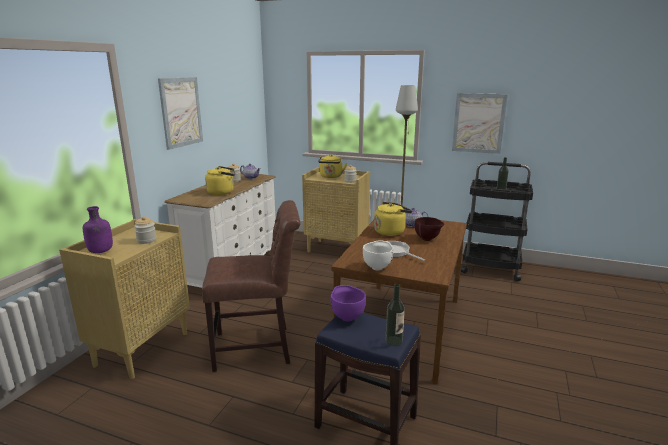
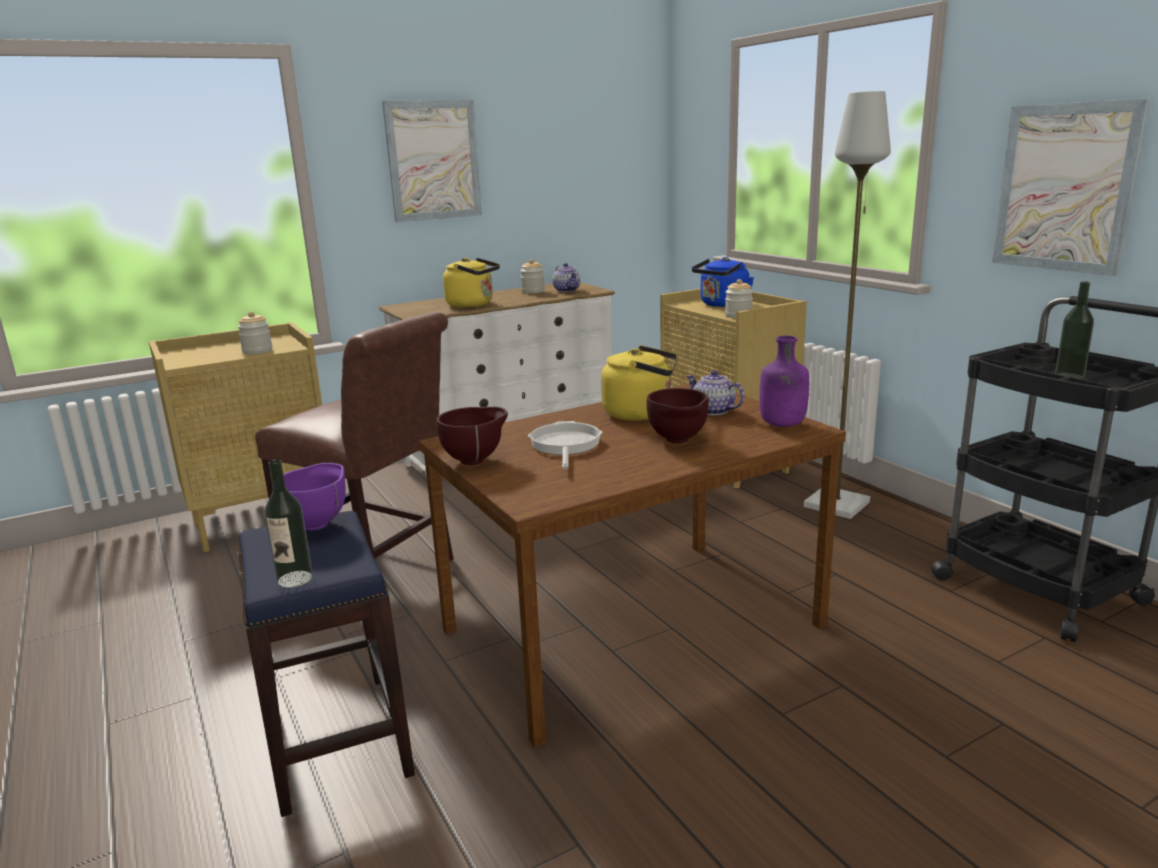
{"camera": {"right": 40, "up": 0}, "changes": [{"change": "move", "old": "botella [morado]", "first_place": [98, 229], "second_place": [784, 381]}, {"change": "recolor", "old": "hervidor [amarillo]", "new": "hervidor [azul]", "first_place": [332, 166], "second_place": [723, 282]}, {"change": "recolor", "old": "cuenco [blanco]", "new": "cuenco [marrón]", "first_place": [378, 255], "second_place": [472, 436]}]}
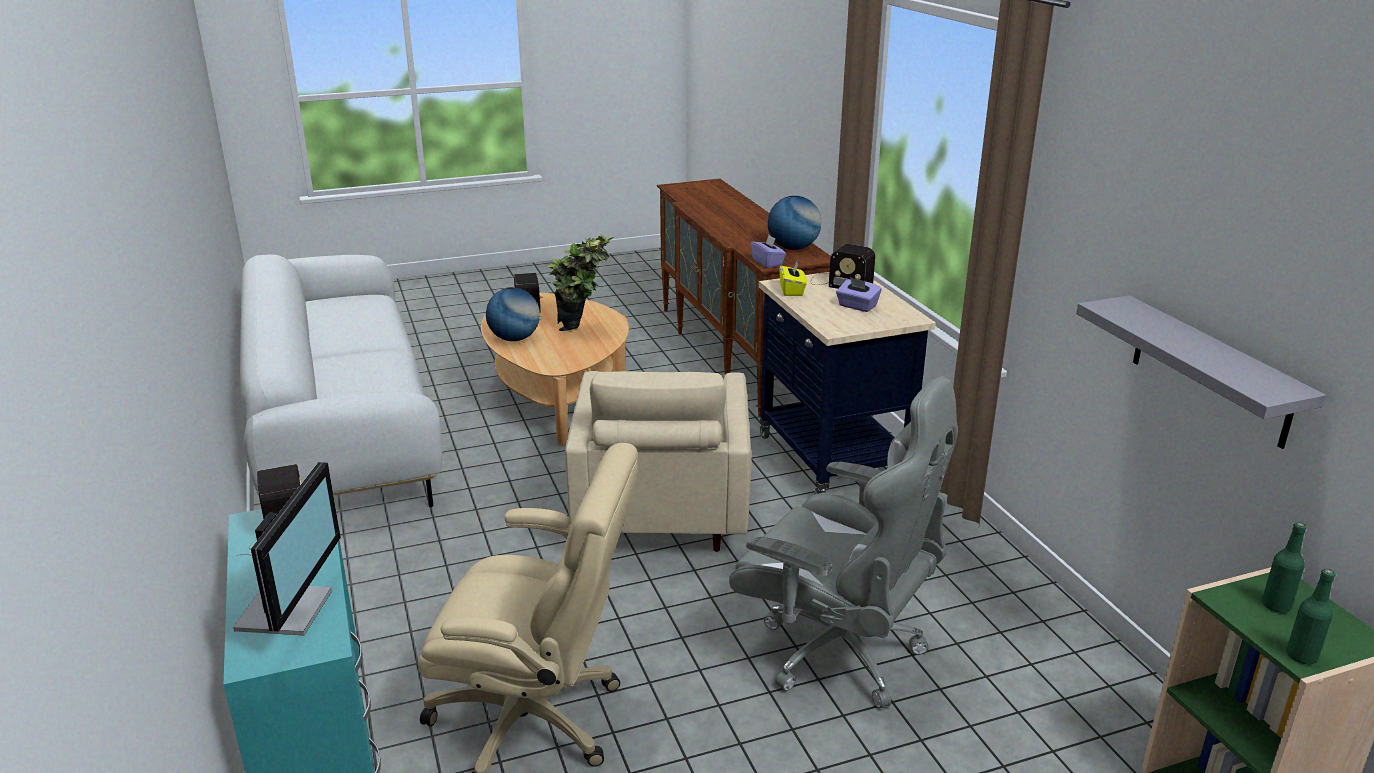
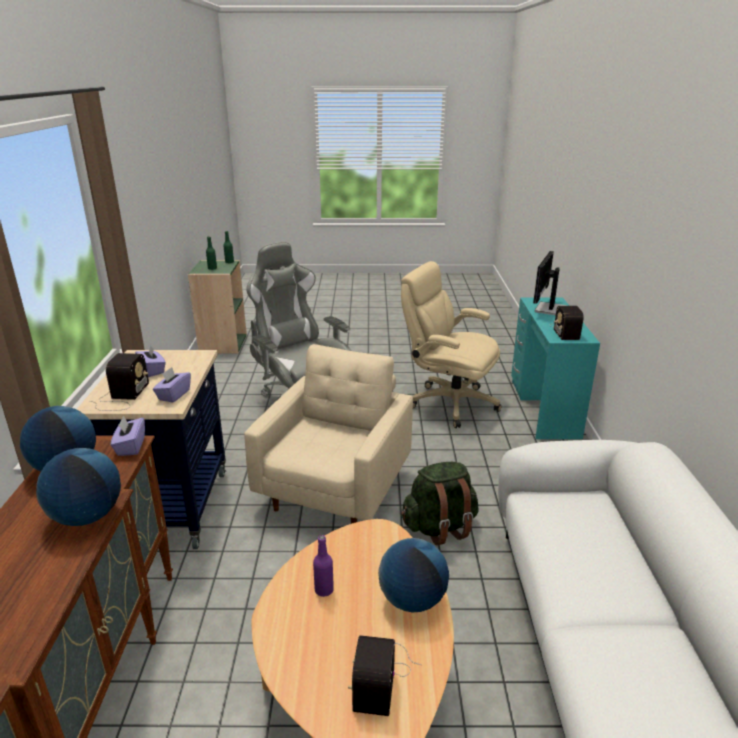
{"camera": {"right": -160, "up": 0}, "changes": [{"change": "delete", "old": "estante [gris]", "first_place": [1201, 372]}, {"change": "insert", "new": "globo terráqueo", "second_place": [78, 487]}, {"change": "insert", "new": "mochila [verde]", "second_place": [440, 503]}, {"change": "replace", "old": "planta en maceta", "new": "botella [morado]", "first_place": [581, 282], "second_place": [323, 566]}, {"change": "recolor", "old": "caja de pañuelos [amarillo]", "new": "caja de pañuelos [morado]", "first_place": [793, 279], "second_place": [172, 385]}, {"change": "rotate", "old": "radio", "first_place": [842, 266], "second_place": [119, 382], "degrees": 45}]}
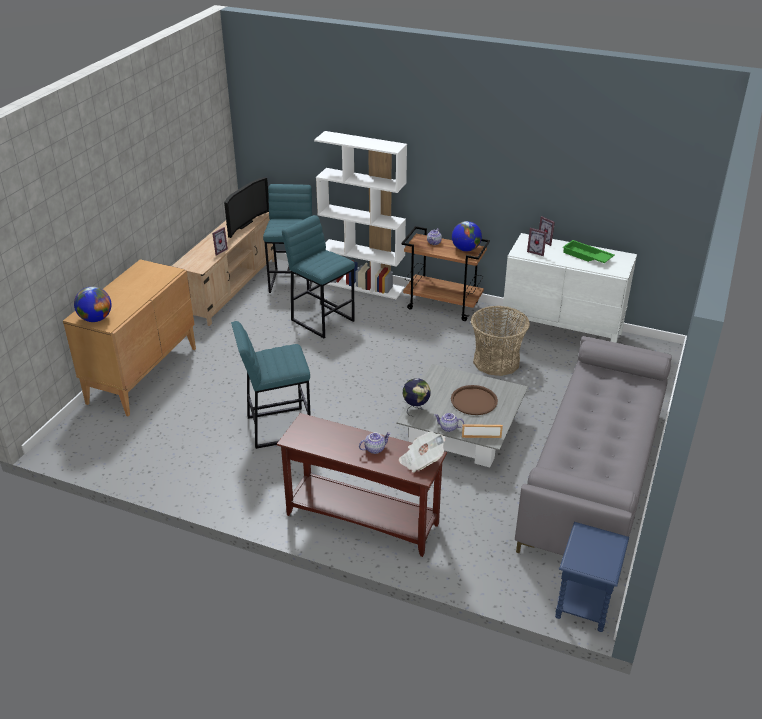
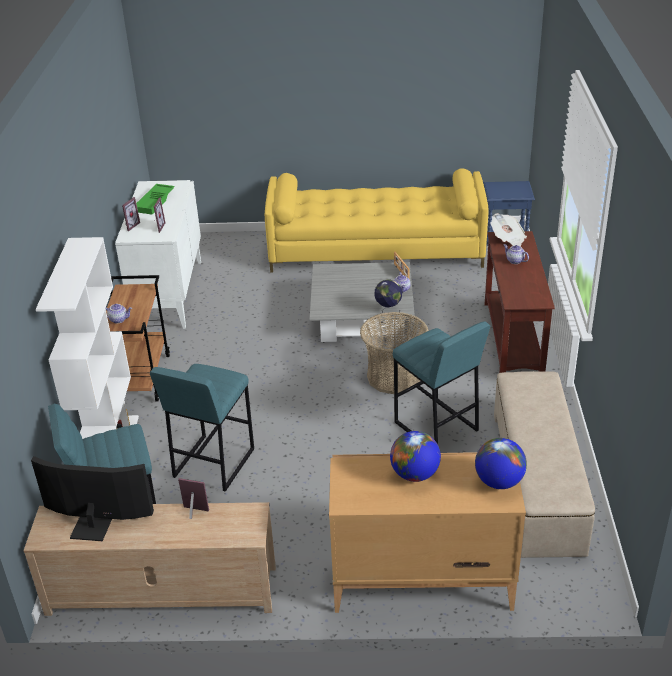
{"camera": {"right": -110, "up": 0}, "changes": [{"change": "delete", "old": "bandeja [marrón]", "first_place": [474, 400]}, {"change": "insert", "new": "banco [beis]", "second_place": [544, 464]}, {"change": "move", "old": "globo terráqueo", "first_place": [467, 236], "second_place": [415, 456]}, {"change": "move", "old": "cesta", "first_place": [500, 341], "second_place": [394, 353]}, {"change": "recolor", "old": "sofá [gris]", "new": "sofá [amarillo]", "first_place": [593, 445], "second_place": [376, 220]}]}
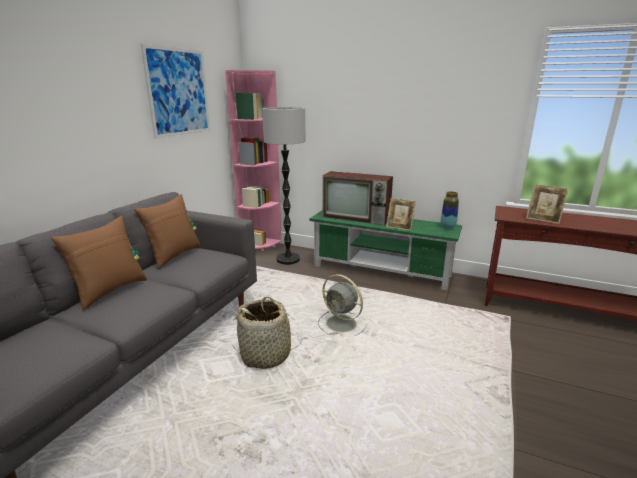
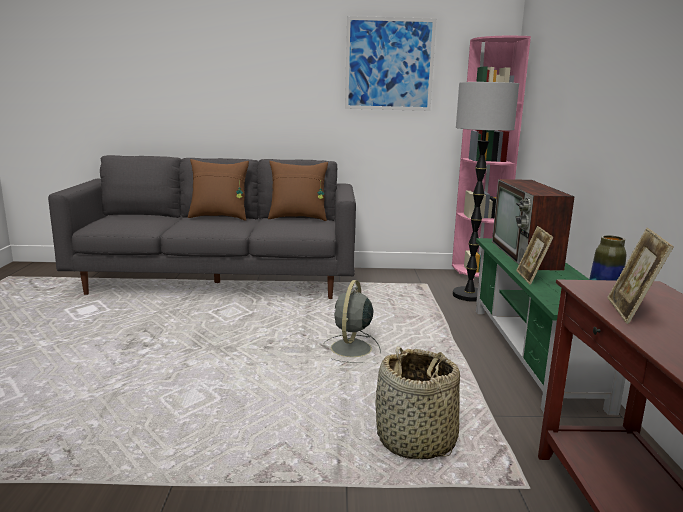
{"camera": {"right": 65, "up": -5}, "changes": [{"change": "move", "old": "cesta", "first_place": [267, 333], "second_place": [417, 403]}]}
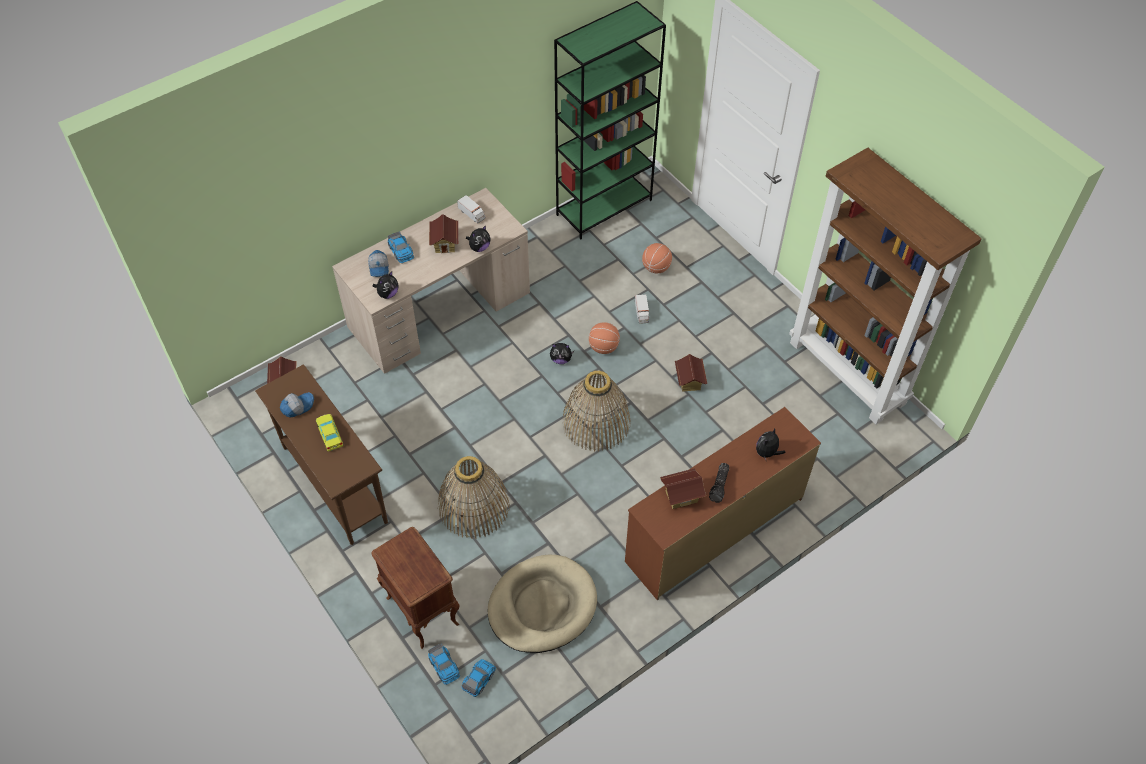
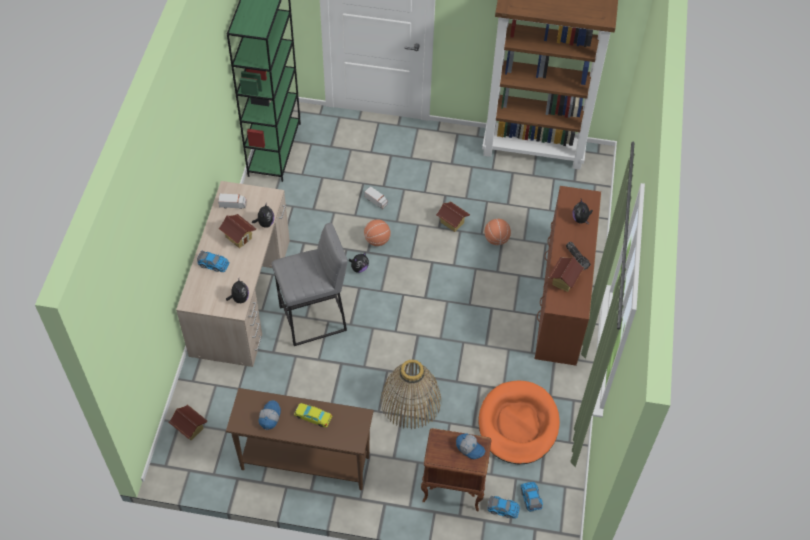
{"camera": {"right": -45, "up": 0}, "changes": [{"change": "delete", "old": "cesta", "first_place": [596, 411]}, {"change": "insert", "new": "taburete [gris]", "second_place": [310, 284]}, {"change": "move", "old": "gorra", "first_place": [378, 263], "second_place": [470, 446]}, {"change": "move", "old": "balón de baloncesto", "first_place": [657, 258], "second_place": [498, 232]}, {"change": "recolor", "old": "cama para perro [beis]", "new": "cama para perro [naranja]", "first_place": [542, 604], "second_place": [519, 422]}]}
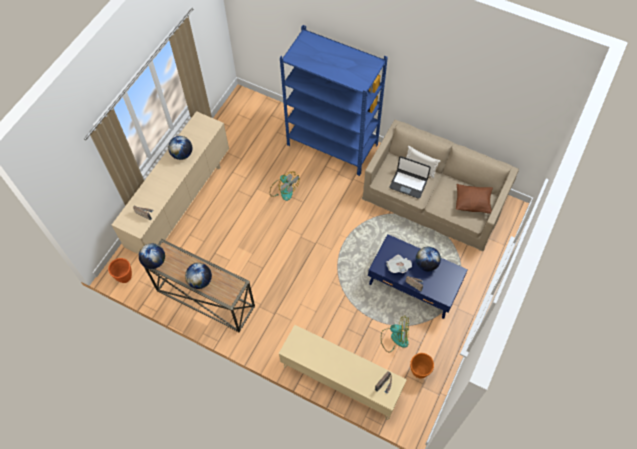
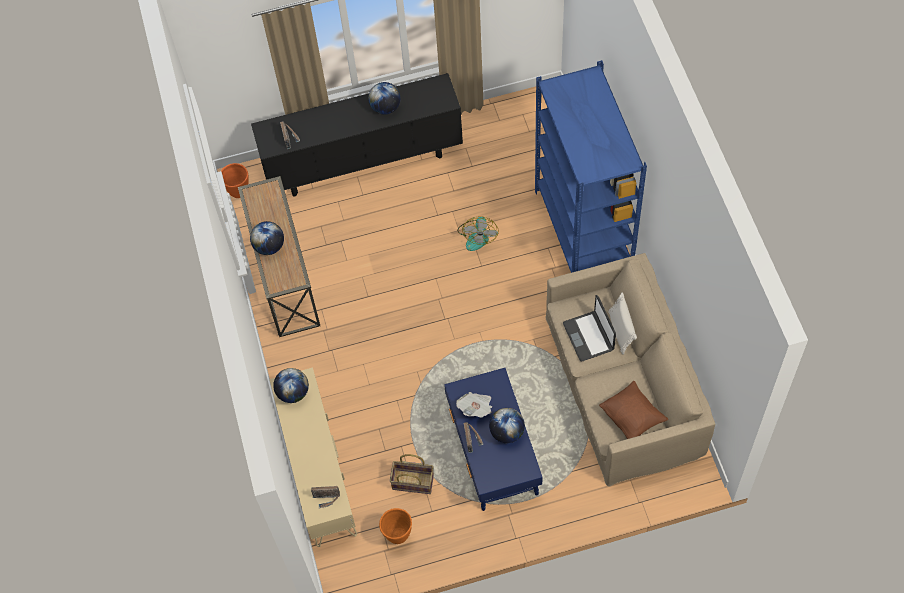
{"camera": {"right": 50, "up": 0}, "changes": [{"change": "move", "old": "globo terráqueo", "first_place": [152, 256], "second_place": [291, 385]}, {"change": "replace", "old": "ventilador", "new": "cesta", "first_place": [395, 333], "second_place": [412, 474]}, {"change": "recolor", "old": "armario [beis]", "new": "armario [negro]", "first_place": [170, 182], "second_place": [357, 135]}]}
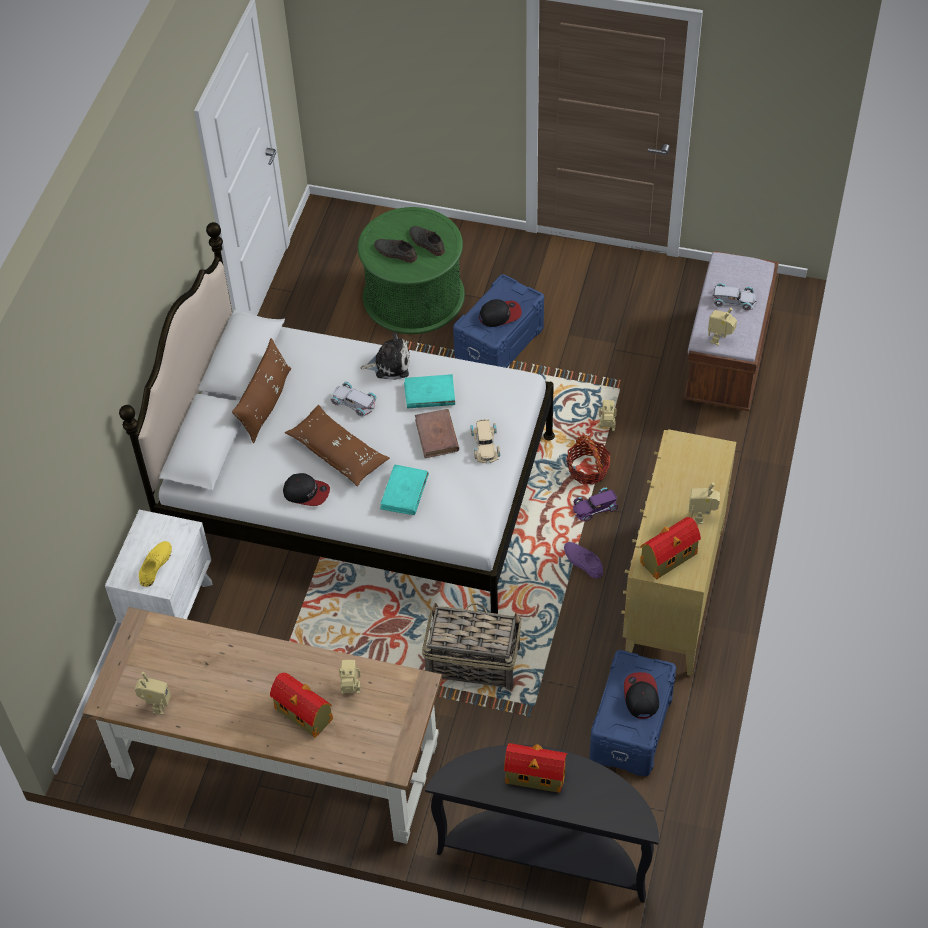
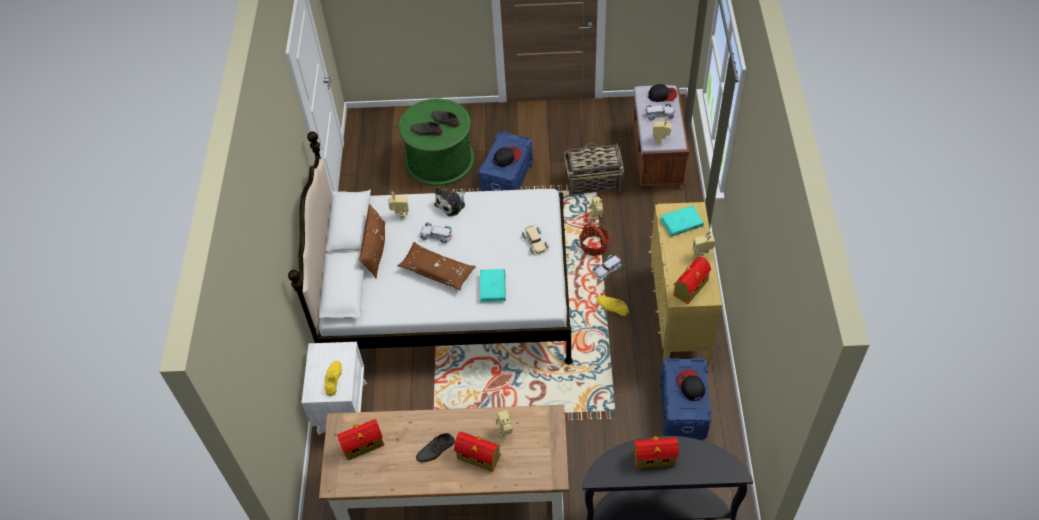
{"camera": {"right": -15, "up": 0}, "changes": [{"change": "delete", "old": "libro [marrón]", "first_place": [437, 433]}, {"change": "insert", "new": "casita", "second_place": [360, 439]}, {"change": "insert", "new": "zapato [gris]", "second_place": [435, 447]}, {"change": "move", "old": "robot de juguete", "first_place": [153, 693], "second_place": [398, 205]}, {"change": "move", "old": "gorra", "first_place": [306, 489], "second_place": [662, 93]}, {"change": "move", "old": "libro [turquesa]", "first_place": [429, 391], "second_place": [682, 221]}, {"change": "move", "old": "cesta", "first_place": [472, 646], "second_place": [594, 169]}, {"change": "recolor", "old": "zapato [morado]", "new": "zapato [amarillo]", "first_place": [583, 560], "second_place": [613, 306]}, {"change": "recolor", "old": "coche de juguete [morado]", "new": "coche de juguete [blanco]", "first_place": [595, 504], "second_place": [608, 267]}, {"change": "rotate", "old": "peluche", "first_place": [385, 356], "second_place": [449, 202], "degrees": 150}]}
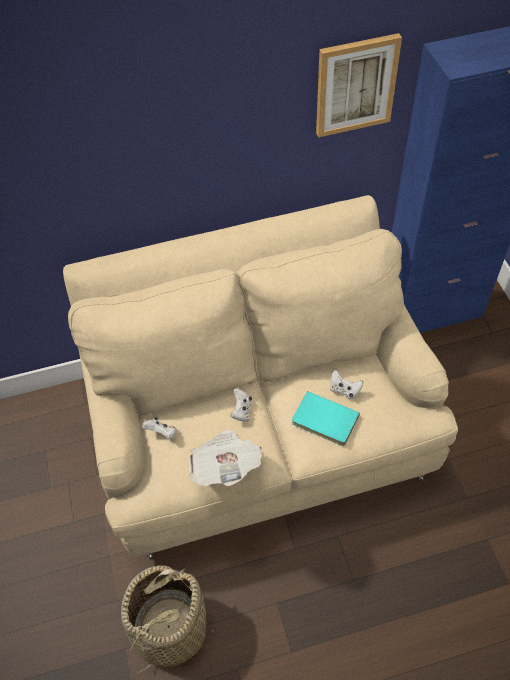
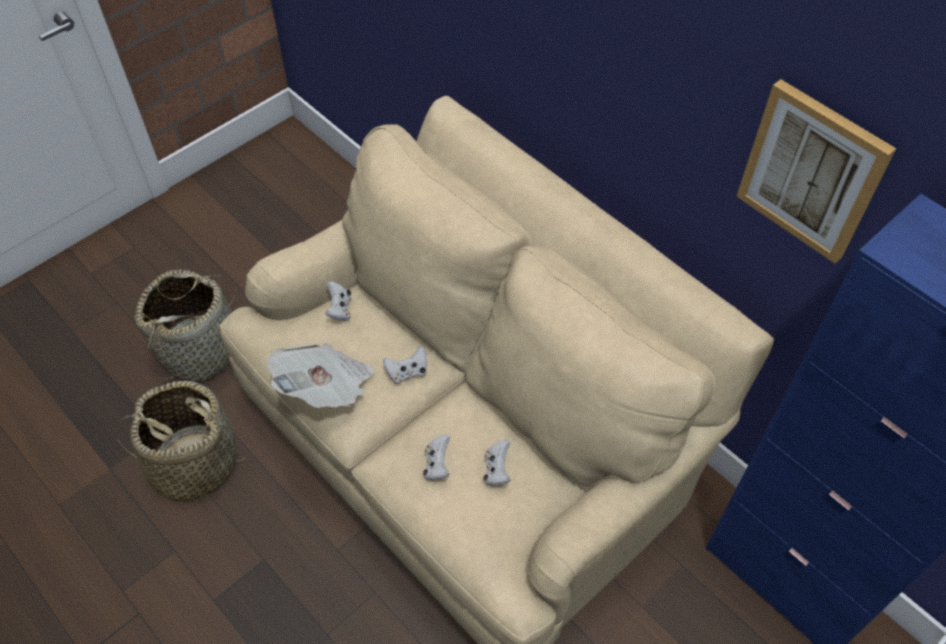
{"camera": {"right": 60, "up": 0}, "changes": [{"change": "insert", "new": "cesta", "second_place": [186, 325]}, {"change": "replace", "old": "libro [turquesa]", "new": "mando de consola [blanco]", "first_place": [326, 418], "second_place": [436, 457]}]}
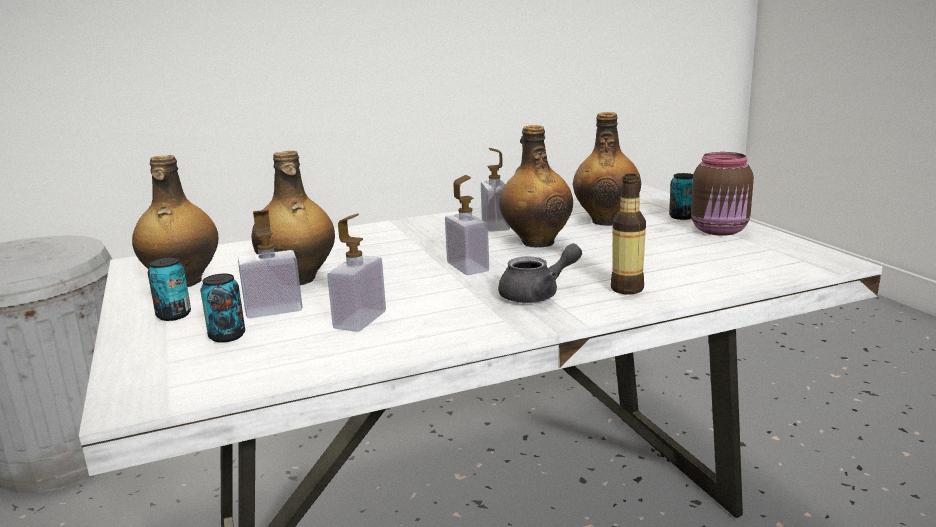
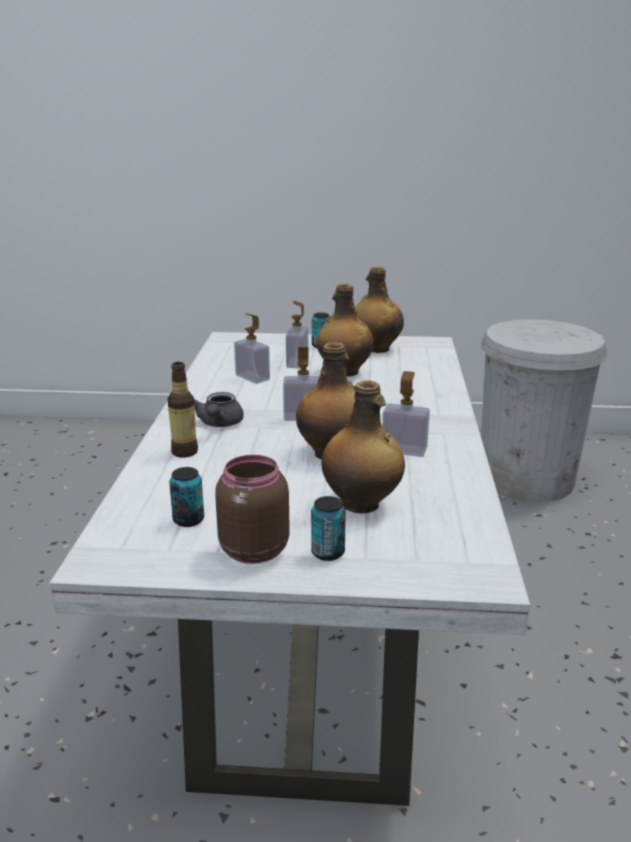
{"camera": {"right": 115, "up": 5}, "changes": [{"change": "move", "old": "lata", "first_place": [222, 308], "second_place": [186, 497]}]}
